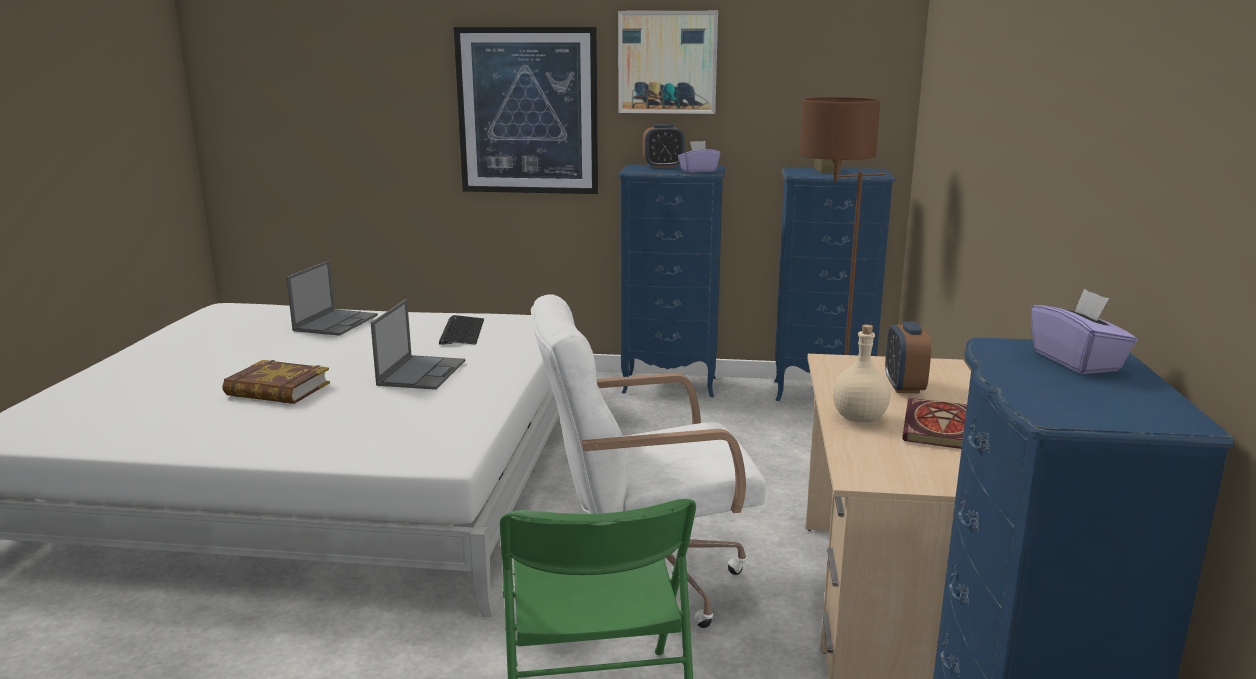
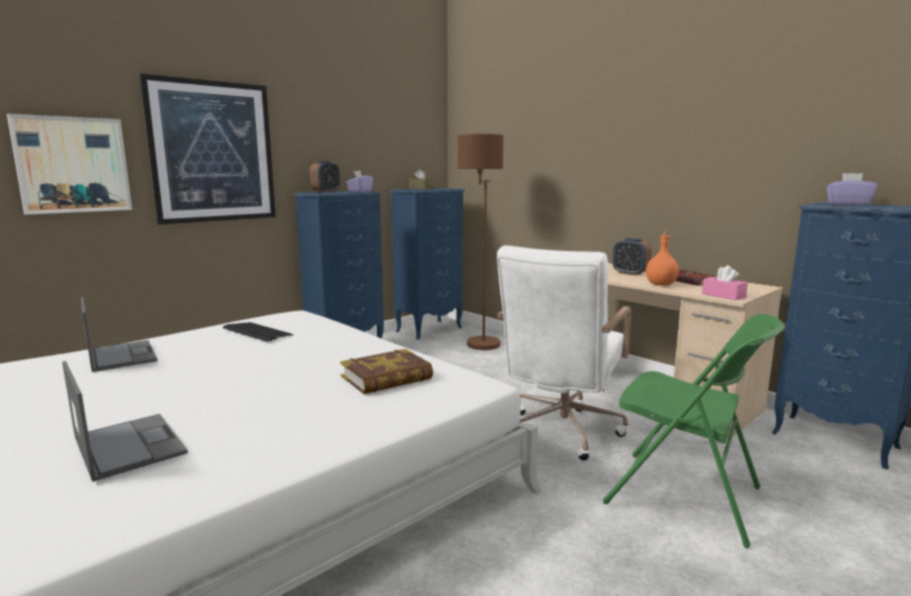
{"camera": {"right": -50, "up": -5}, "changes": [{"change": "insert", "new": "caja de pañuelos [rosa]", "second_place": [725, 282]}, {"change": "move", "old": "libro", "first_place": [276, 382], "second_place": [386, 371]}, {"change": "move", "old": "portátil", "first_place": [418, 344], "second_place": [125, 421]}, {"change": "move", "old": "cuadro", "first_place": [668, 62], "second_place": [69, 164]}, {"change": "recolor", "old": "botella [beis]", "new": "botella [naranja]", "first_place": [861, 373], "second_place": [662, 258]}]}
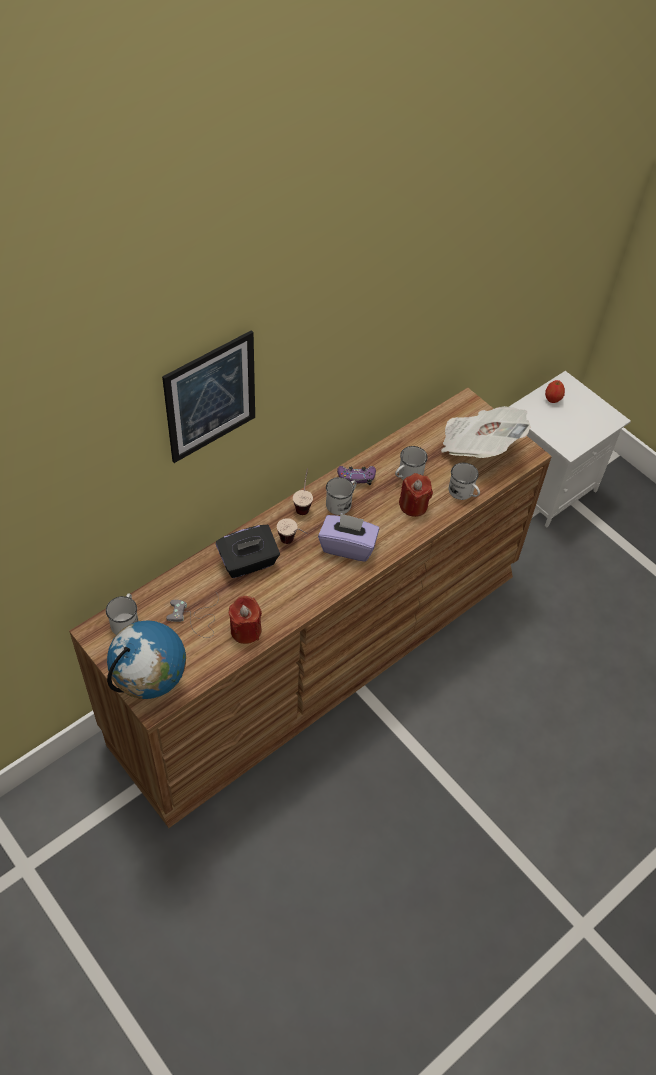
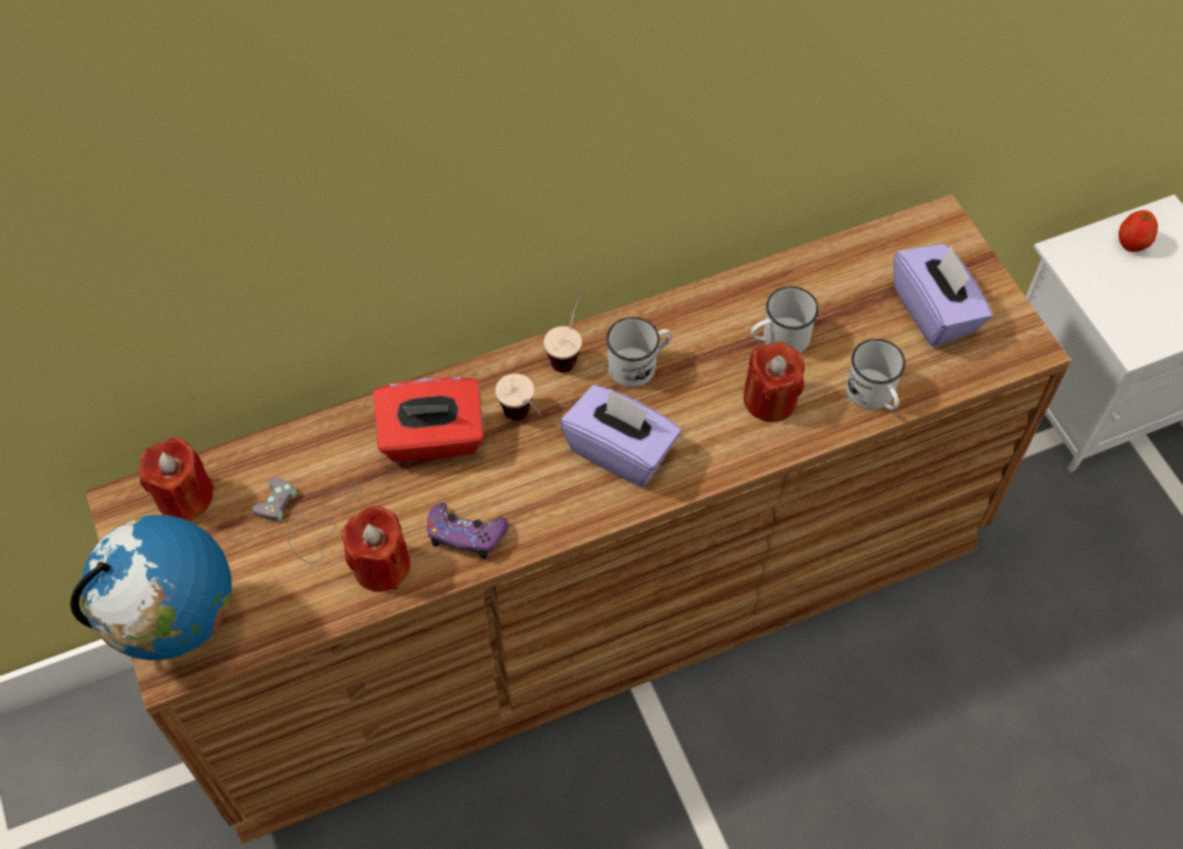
{"camera": {"right": 20, "up": 5}, "changes": [{"change": "delete", "old": "cuadro", "first_place": [208, 396]}, {"change": "move", "old": "mando de consola [morado]", "first_place": [356, 475], "second_place": [467, 531]}, {"change": "replace", "old": "taza grande [blanco]", "new": "vela [rojo]", "first_place": [122, 614], "second_place": [177, 479]}, {"change": "replace", "old": "periódico", "new": "caja de pañuelos [morado]", "first_place": [486, 432], "second_place": [943, 295]}, {"change": "recolor", "old": "caja de pañuelos [negro]", "new": "caja de pañuelos [rojo]", "first_place": [248, 551], "second_place": [428, 419]}]}
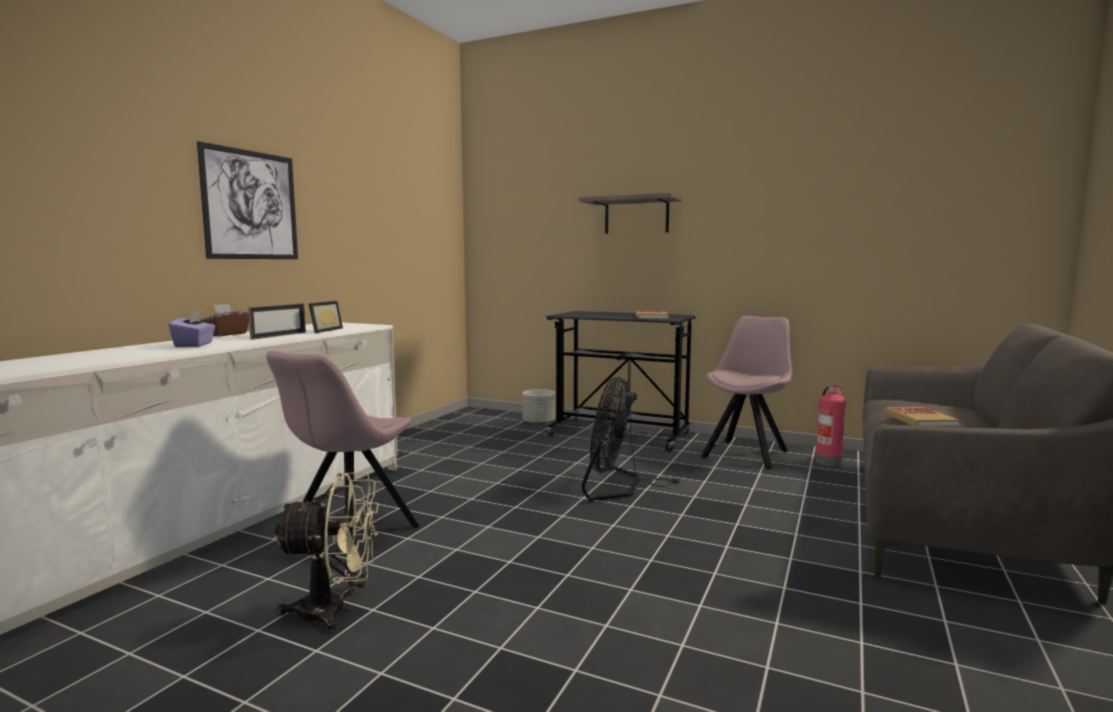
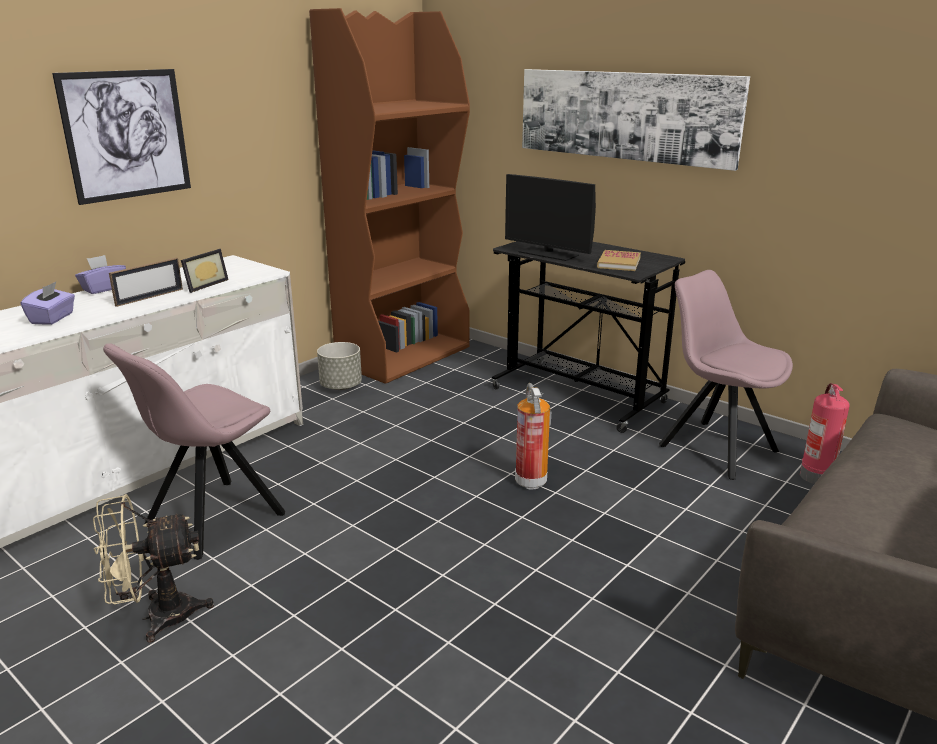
{"camera": {"right": 15, "up": 15}, "changes": [{"change": "delete", "old": "libro", "first_place": [922, 417]}, {"change": "insert", "new": "estantería [marrón]", "second_place": [389, 196]}, {"change": "insert", "new": "monitor", "second_place": [550, 217]}, {"change": "move", "old": "maceta [gris]", "first_place": [538, 407], "second_place": [339, 366]}, {"change": "replace", "old": "estante", "new": "cuadro", "first_place": [630, 213], "second_place": [636, 120]}, {"change": "replace", "old": "ventilador [negro]", "new": "extintor", "first_place": [631, 440], "second_place": [533, 436]}, {"change": "recolor", "old": "caja de pañuelos [marrón]", "new": "caja de pañuelos [morado]", "first_place": [224, 320], "second_place": [100, 274]}, {"change": "rotate", "old": "ventilador [beis]", "first_place": [326, 552], "second_place": [153, 568], "degrees": 150}, {"change": "rotate", "old": "silla [rosa]", "first_place": [746, 392], "second_place": [726, 375], "degrees": -90}]}
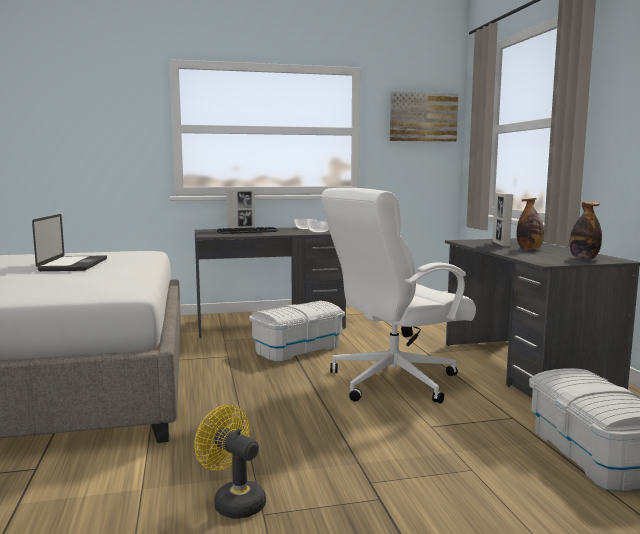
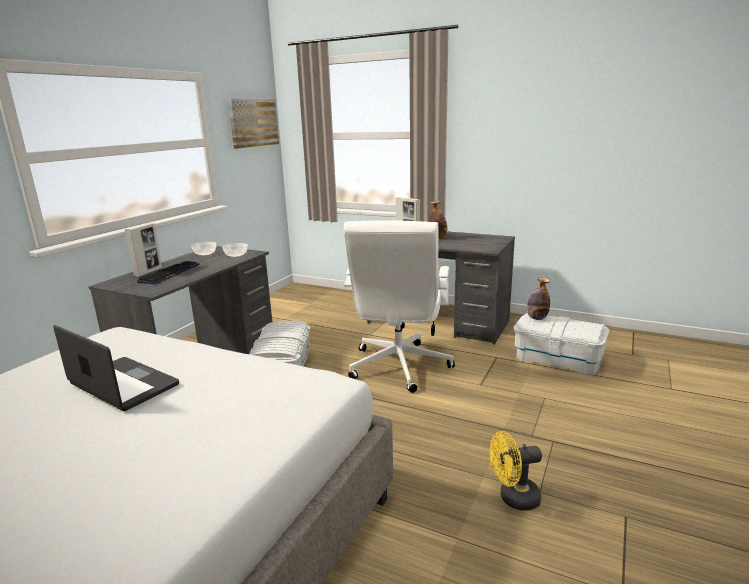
{"camera": {"right": -50, "up": 10}, "changes": [{"change": "move", "old": "botella", "first_place": [585, 230], "second_place": [538, 298]}]}
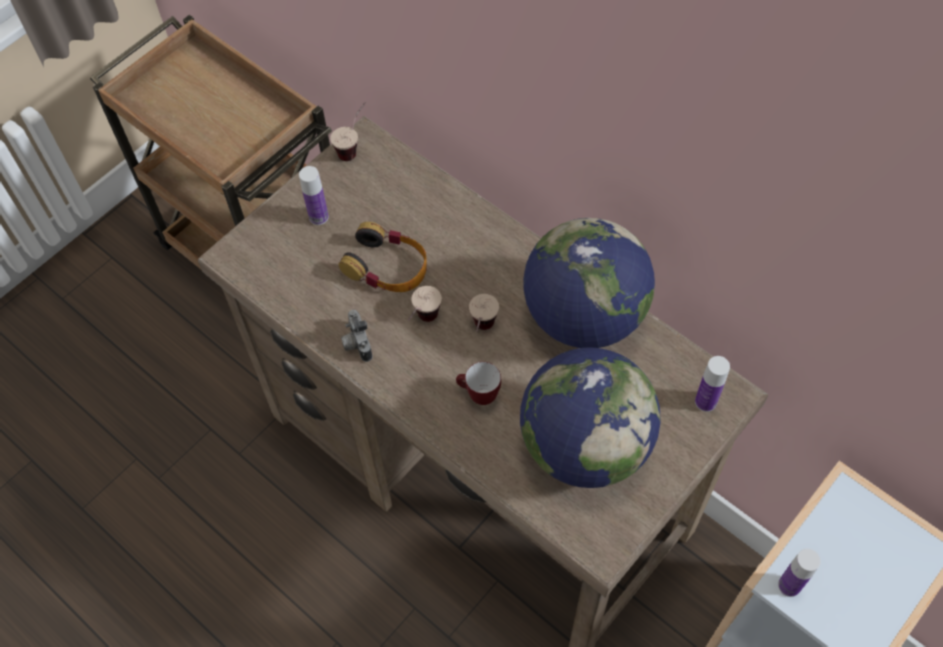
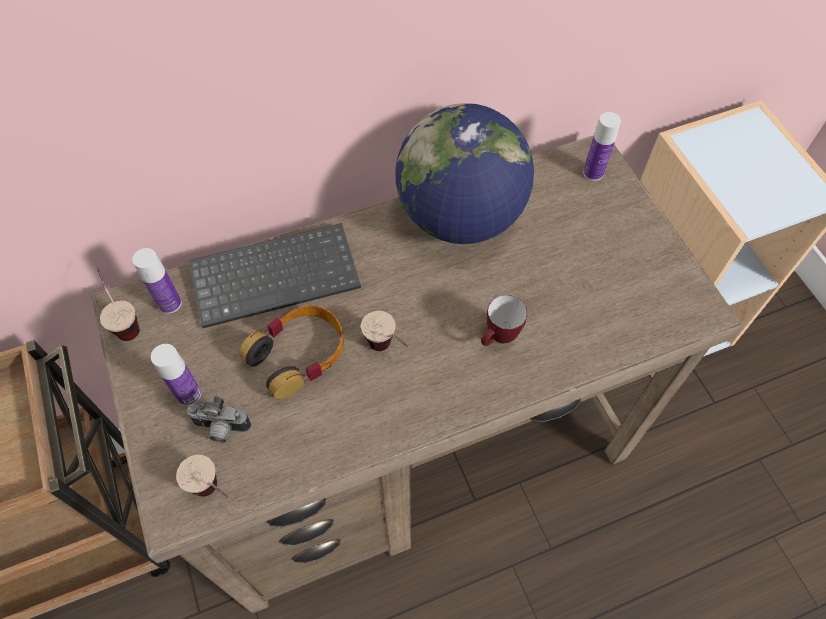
{"camera": {"right": -65, "up": 0}, "changes": [{"change": "delete", "old": "globo terráqueo", "first_place": [590, 417]}, {"change": "insert", "new": "teclado", "second_place": [274, 275]}, {"change": "move", "old": "cámara", "first_place": [356, 336], "second_place": [219, 419]}, {"change": "move", "old": "taza", "first_place": [484, 313], "second_place": [202, 476]}, {"change": "move", "old": "botella", "first_place": [799, 573], "second_place": [157, 281]}]}
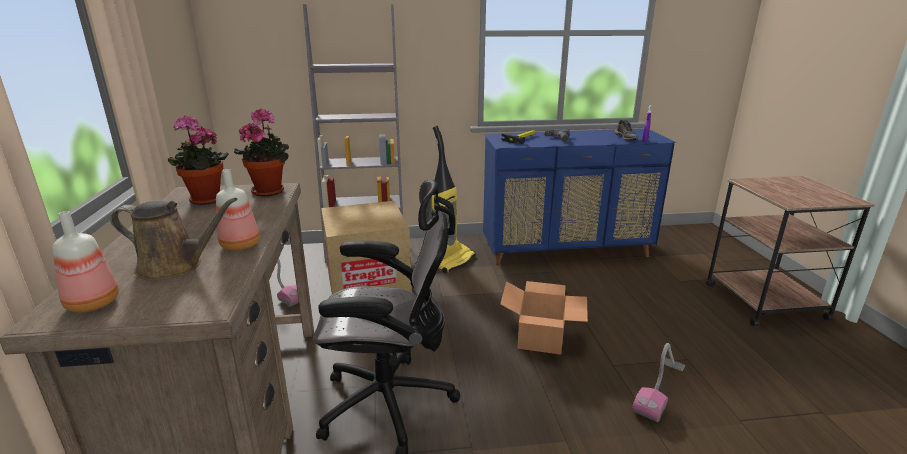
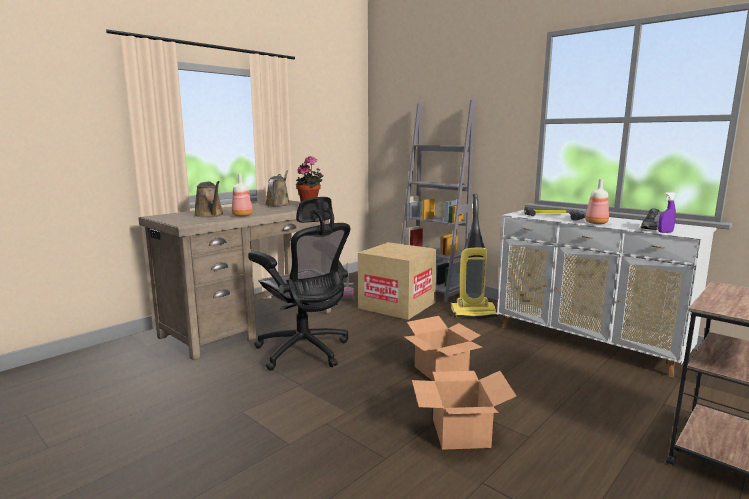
{"camera": {"right": 50, "up": -10}, "changes": [{"change": "move", "old": "botella", "first_place": [85, 261], "second_place": [597, 201]}, {"change": "replace", "old": "planta en maceta", "new": "regadera [marrón]", "first_place": [198, 160], "second_place": [277, 188]}, {"change": "replace", "old": "aspiradora", "new": "caja de cartón", "first_place": [658, 382], "second_place": [464, 410]}, {"change": "recolor", "old": "armario [azul]", "new": "armario [blanco]", "first_place": [579, 197], "second_place": [606, 293]}]}
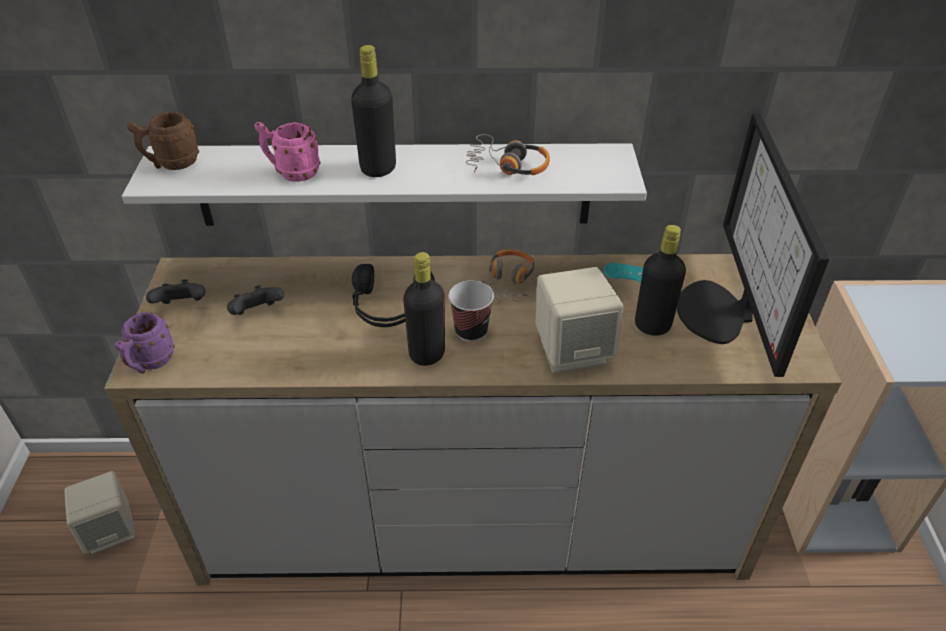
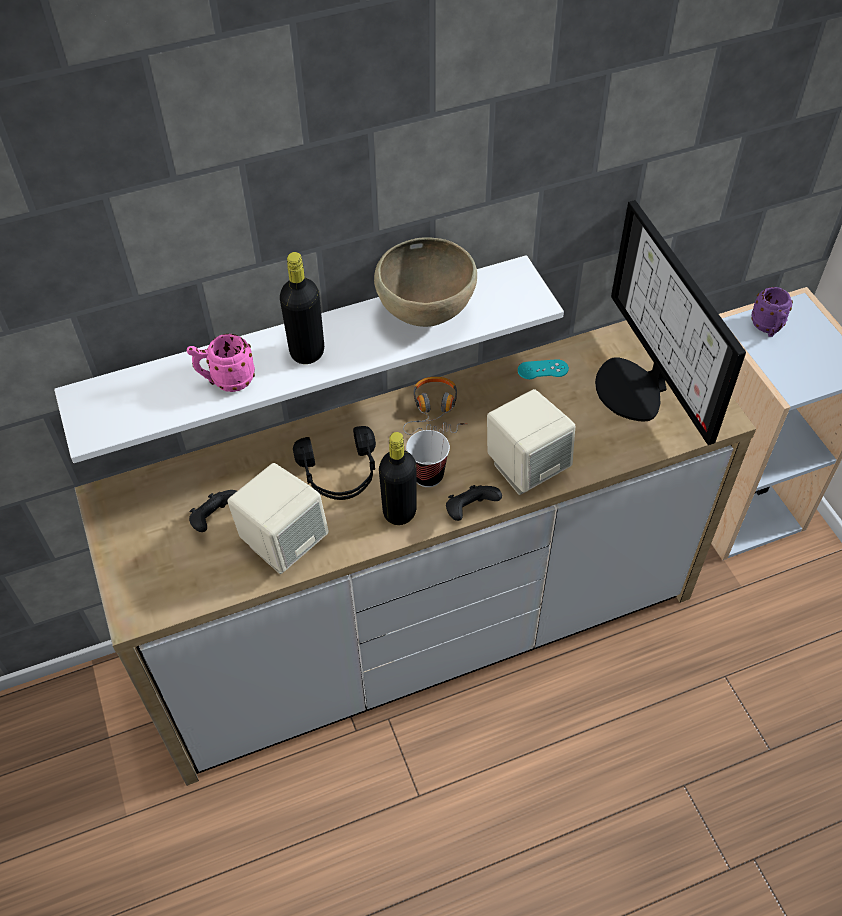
{"camera": {"right": -20, "up": 10}, "changes": [{"change": "delete", "old": "taza grande [marrón]", "first_place": [163, 141]}, {"change": "delete", "old": "botella [negro]", "first_place": [660, 280]}, {"change": "move", "old": "altavoz [beis]", "first_place": [99, 512], "second_place": [278, 518]}, {"change": "move", "old": "taza grande [morado]", "first_place": [144, 343], "second_place": [772, 312]}, {"change": "move", "old": "mando de consola [negro]", "first_place": [176, 291], "second_place": [474, 503]}, {"change": "replace", "old": "auriculares", "new": "cuenco [marrón]", "first_place": [508, 154], "second_place": [425, 282]}]}
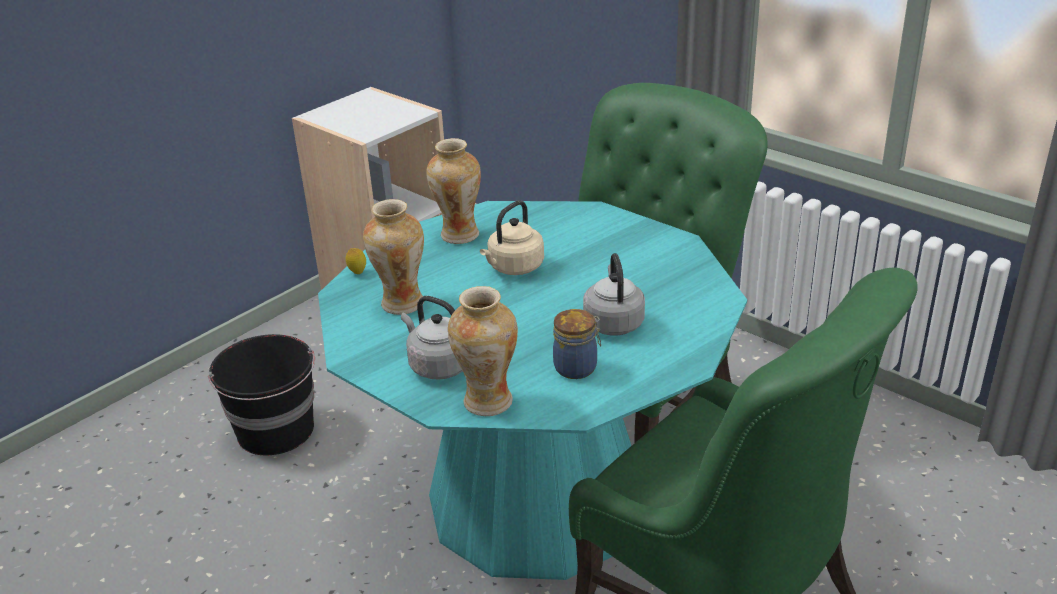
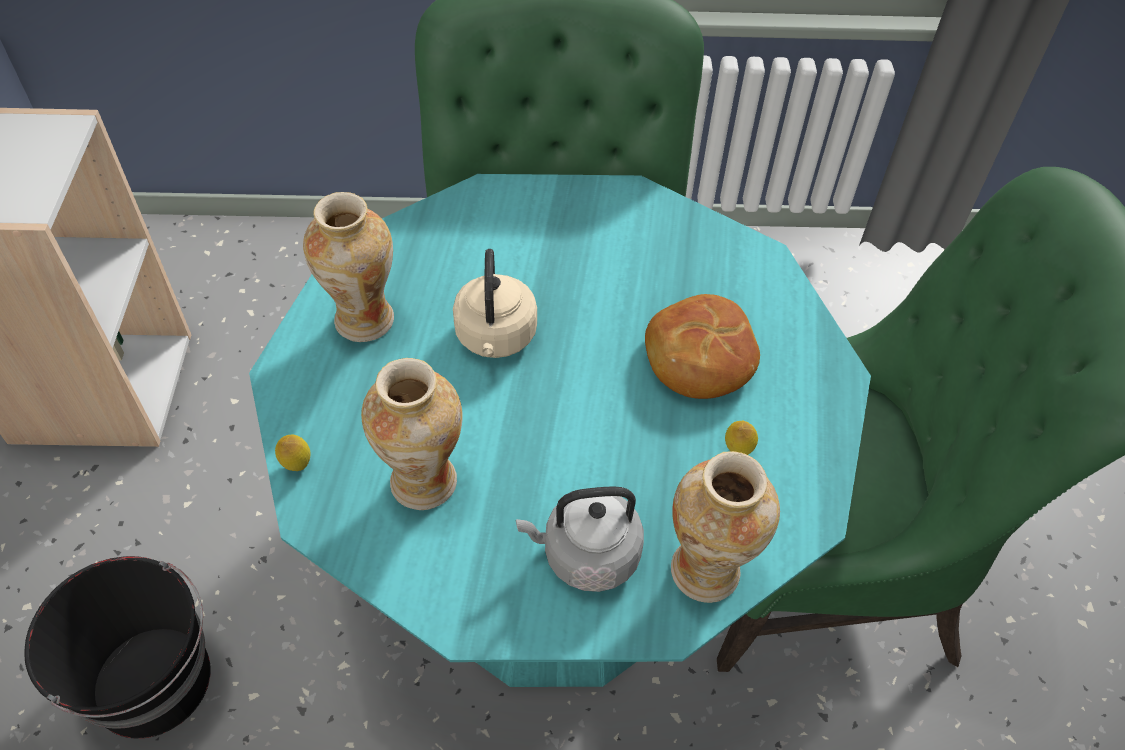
{"camera": {"right": -45, "up": 20}, "changes": [{"change": "replace", "old": "tarro", "new": "limón", "first_place": [577, 344], "second_place": [741, 438]}, {"change": "replace", "old": "hervidor [gris]", "new": "pan", "first_place": [614, 294], "second_place": [702, 346]}]}
